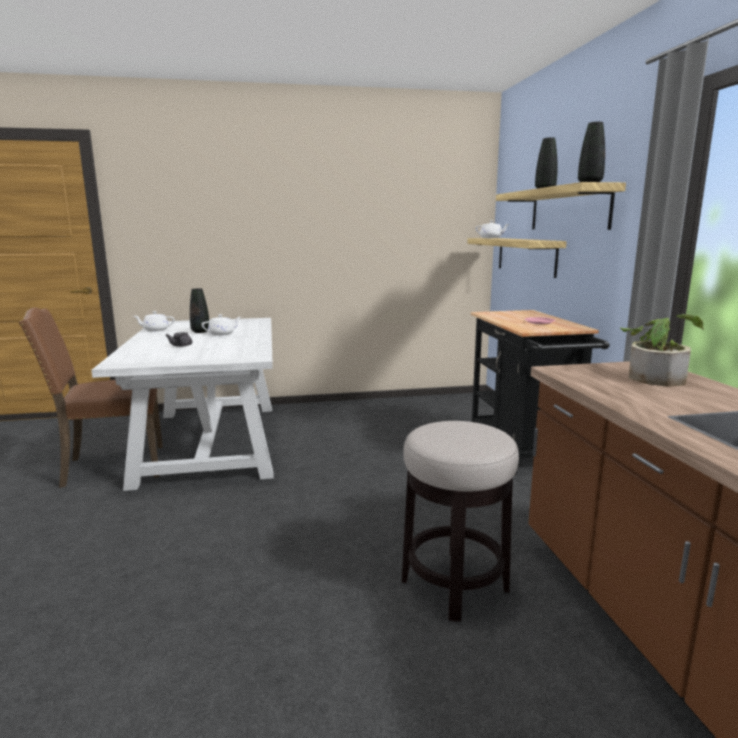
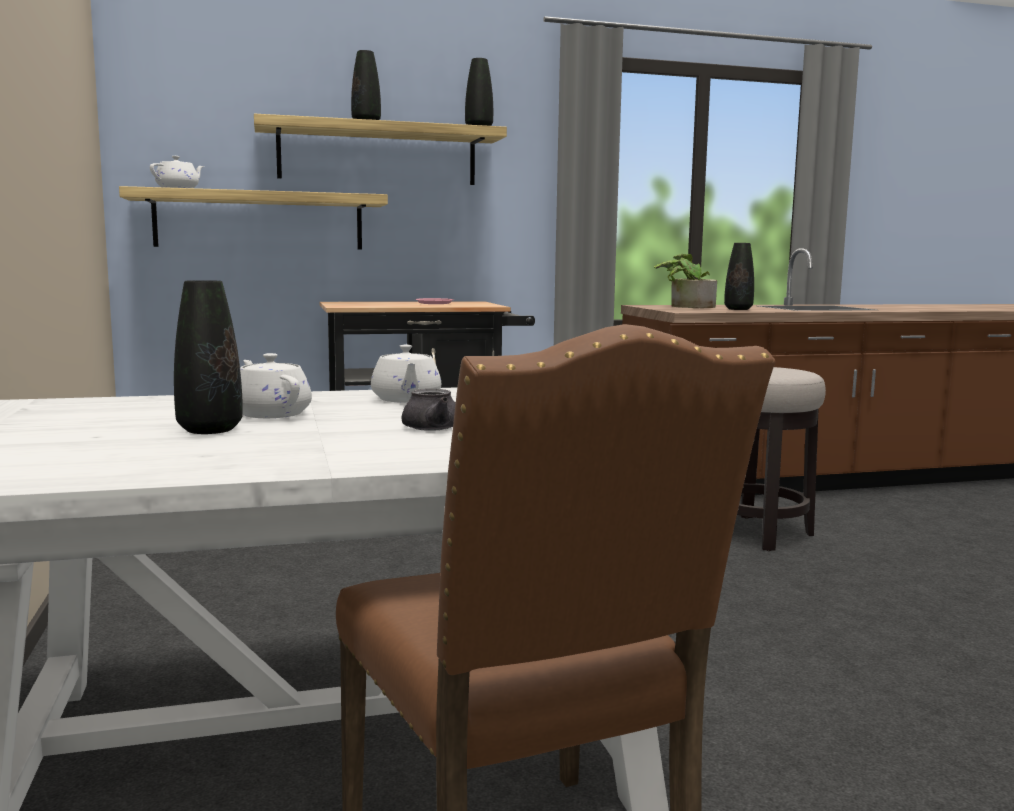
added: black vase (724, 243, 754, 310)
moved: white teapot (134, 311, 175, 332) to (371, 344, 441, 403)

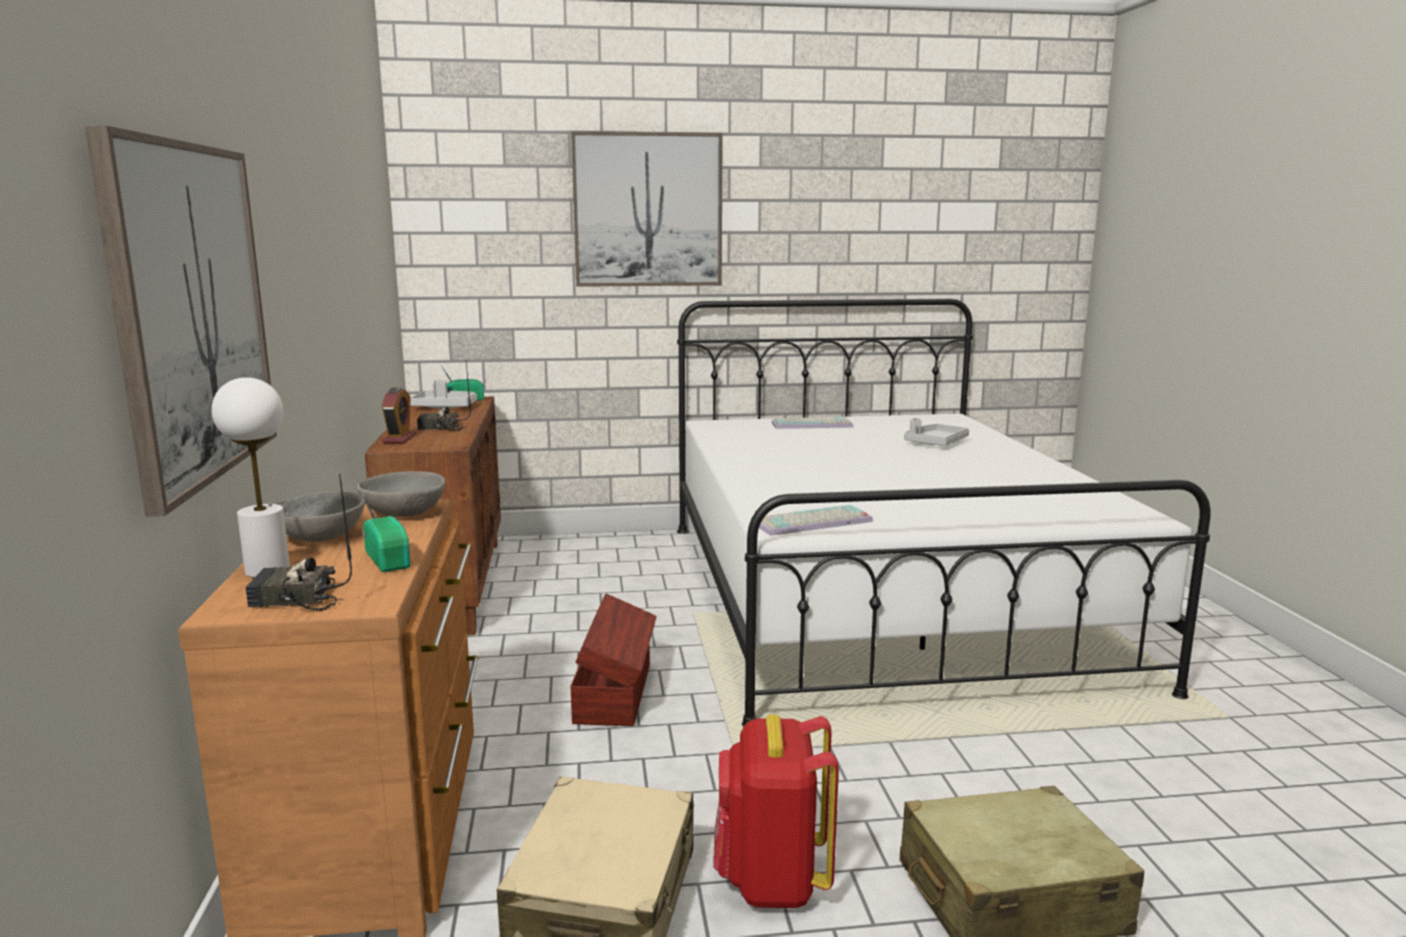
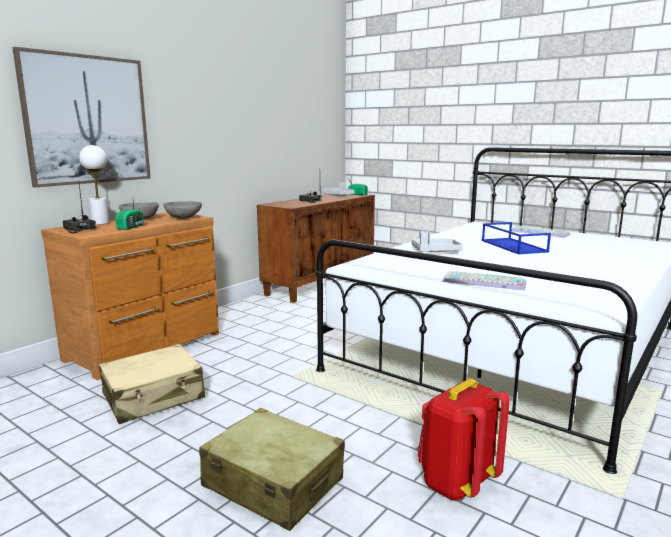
removed: alarm clock (382, 387, 416, 443); brown storage box (570, 594, 657, 726); picture (571, 131, 723, 287)
added: blue tray (482, 222, 551, 254)
moved: grey tray (904, 418, 969, 446) to (411, 231, 463, 252); red backpack (713, 714, 839, 908) to (418, 379, 510, 500); keyboard (759, 505, 873, 536) to (442, 271, 526, 290)

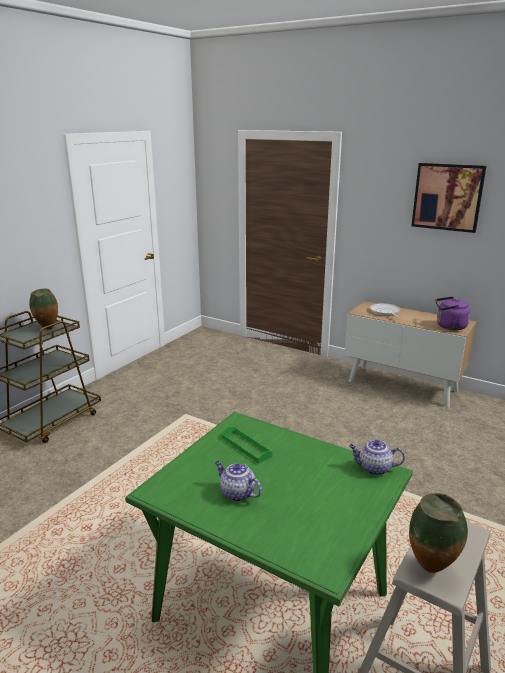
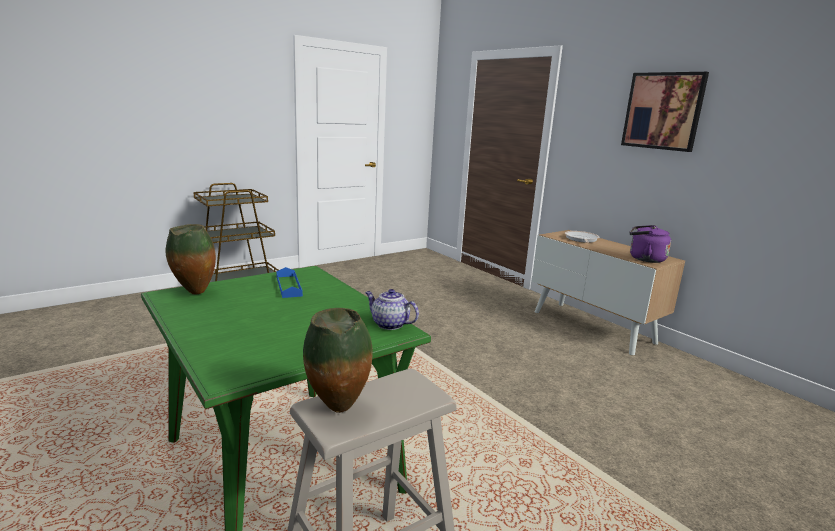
removed: teapot (215, 461, 262, 502)
moved: vase (29, 289, 58, 330) to (166, 224, 216, 294)
recoloured: green tray (222, 427, 273, 464) to blue tray (276, 267, 303, 298)

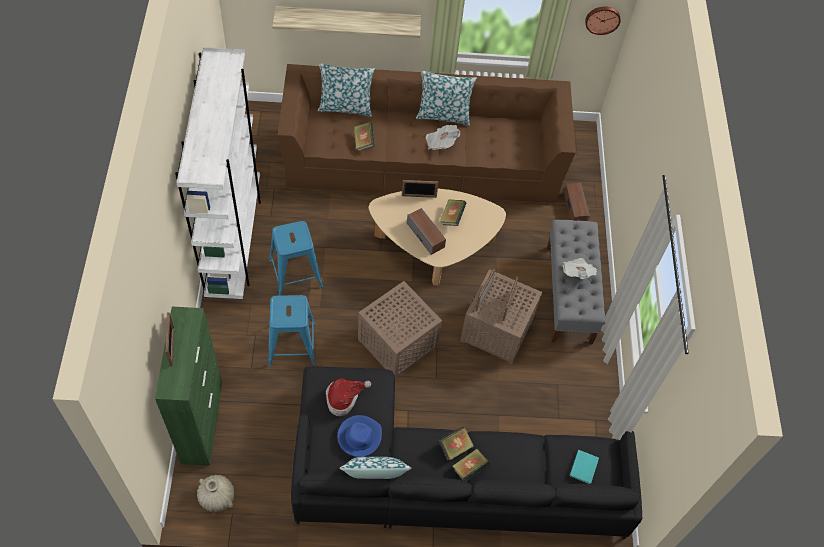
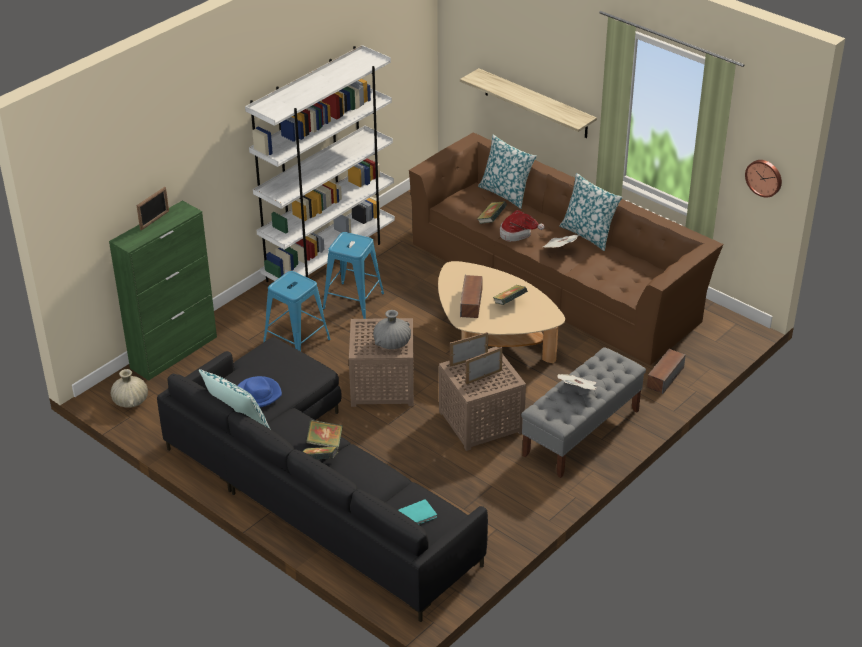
removed: picture frame (402, 180, 439, 198)
added: grey vase (373, 310, 411, 349)
moved: hat (326, 379, 371, 416) to (500, 210, 545, 242)

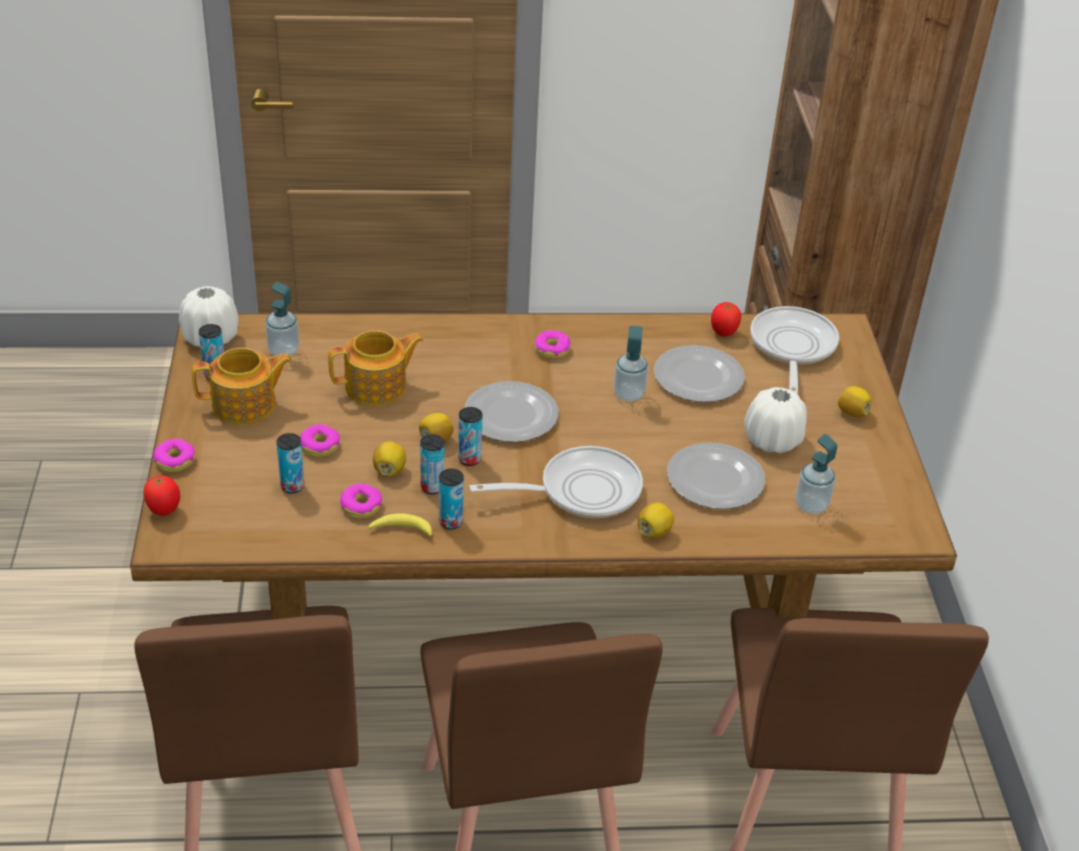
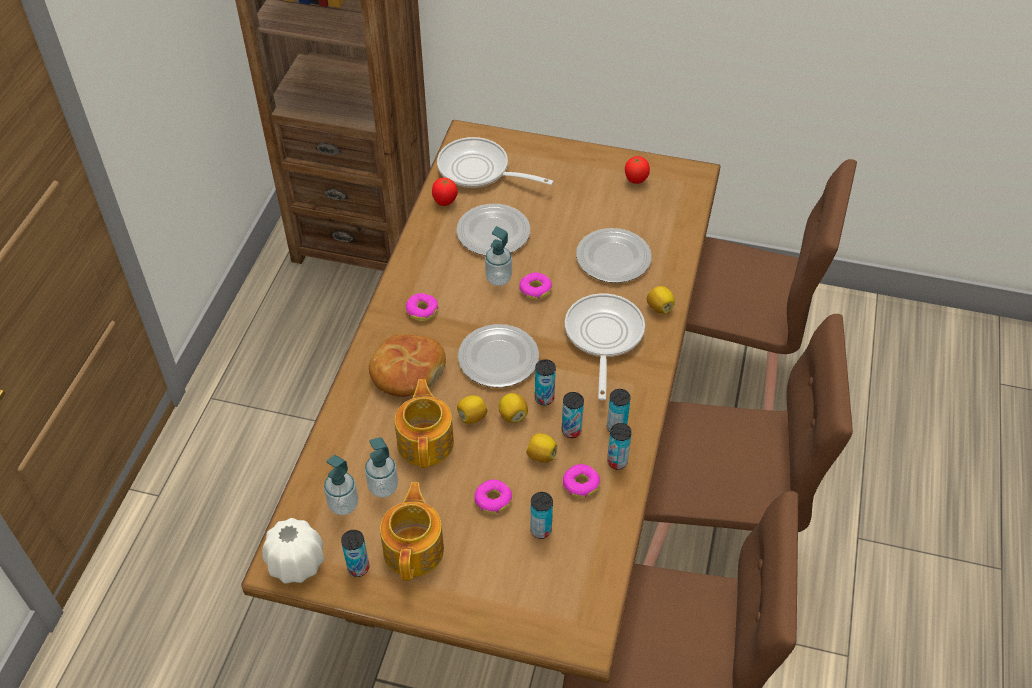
removed: white vase (744, 387, 807, 453)
added: bread (369, 334, 446, 397)
moved: soap dispenser (796, 434, 837, 514) to (365, 438, 398, 498); lemon (838, 386, 872, 417) to (457, 395, 488, 424); donut (153, 439, 195, 472) to (519, 273, 552, 300); tomato (143, 476, 180, 516) to (625, 156, 650, 184)
replaced: banana (368, 513, 433, 539) to can (607, 423, 632, 469)

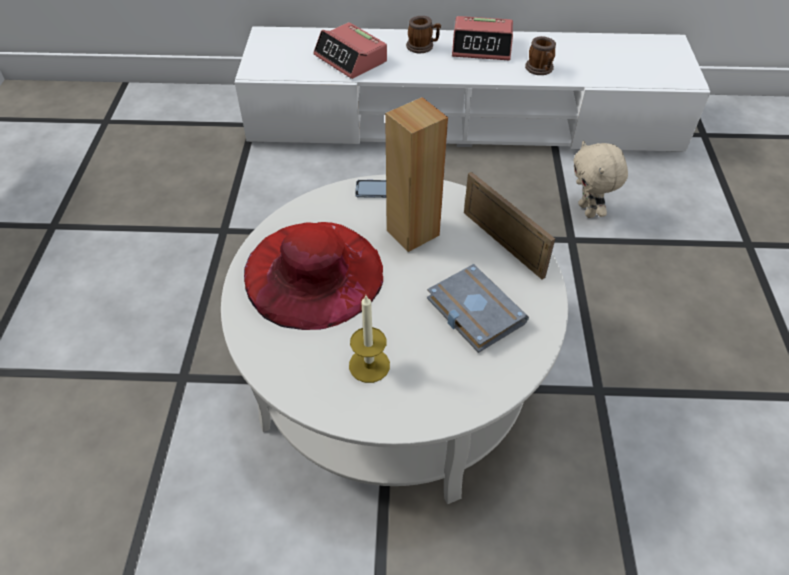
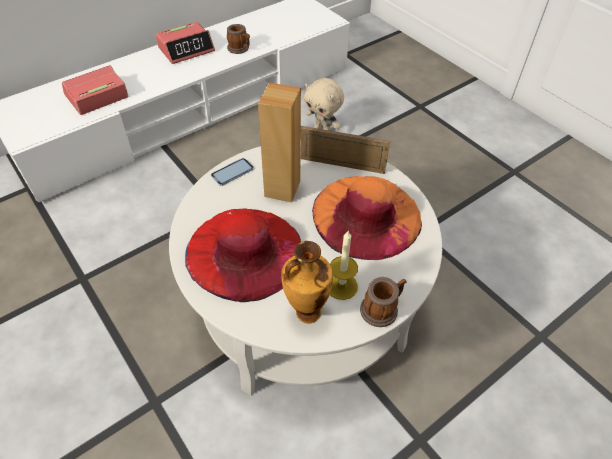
added: vase (281, 241, 333, 323)
moved: mug (406, 16, 441, 54) to (360, 277, 407, 327)
replaced: grey book (427, 264, 529, 353) to orange hat (312, 176, 422, 260)
turned: alarm clock (313, 22, 387, 79) = (62, 65, 129, 115) 135 degrees clockwise

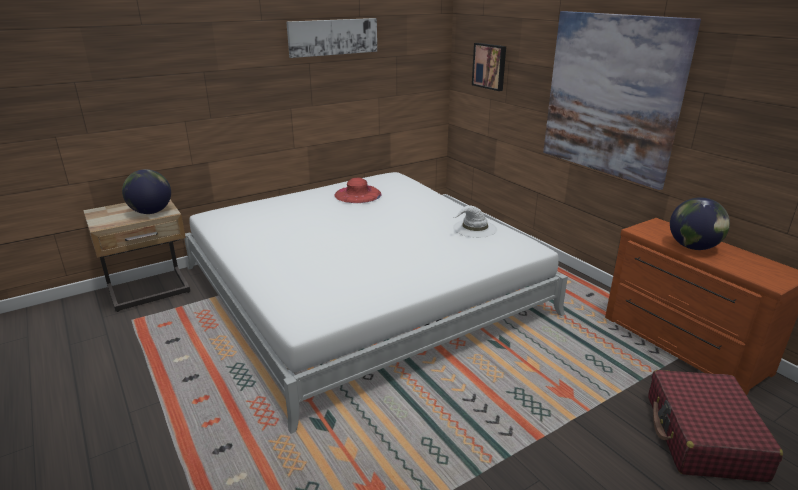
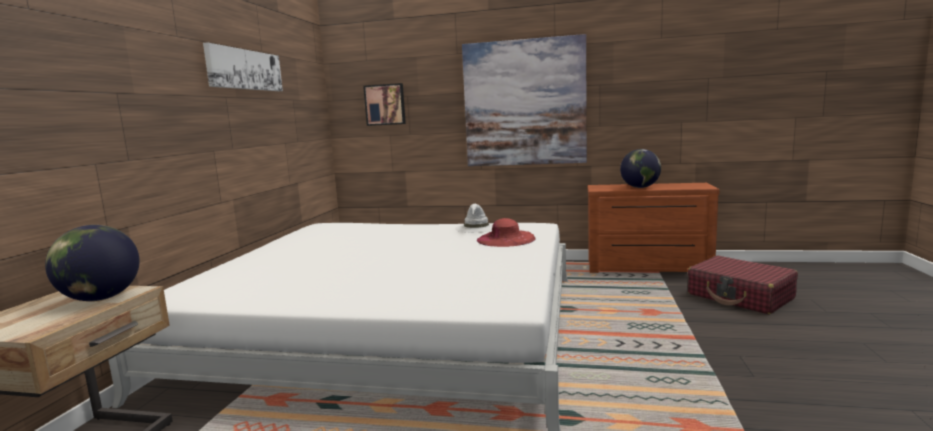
moved: red hat (334, 177, 382, 203) to (477, 218, 535, 247)

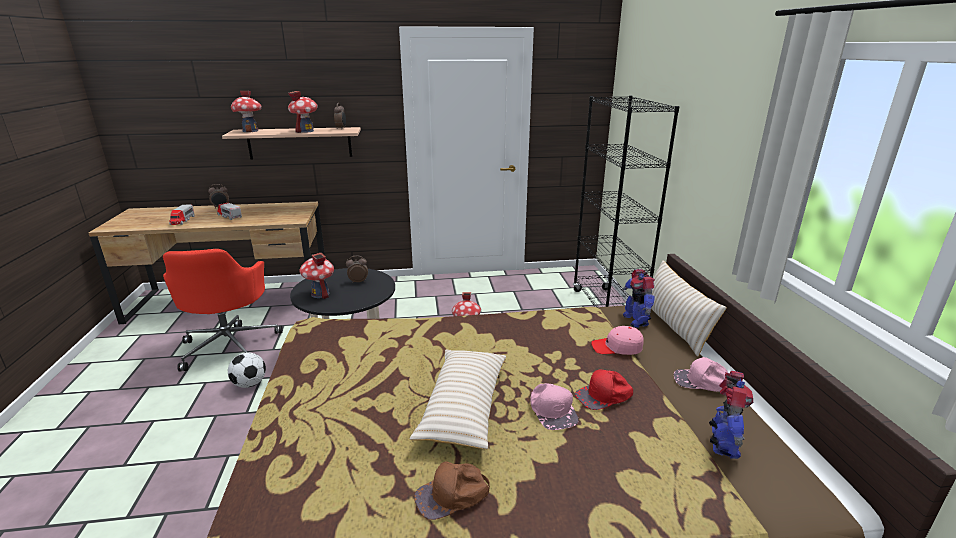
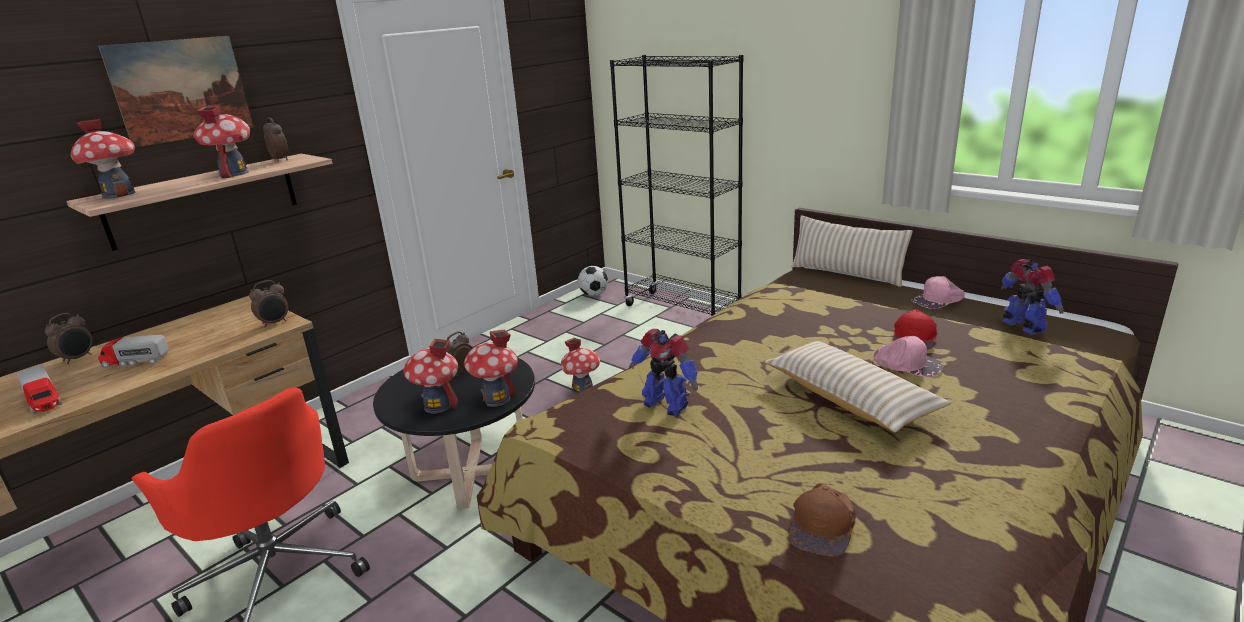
removed: pink cap (591, 326, 644, 355)
added: picture (98, 36, 254, 148); alarm clock (249, 280, 289, 327); toy house (464, 330, 518, 407)
moved: football (228, 352, 266, 388) to (578, 266, 608, 296); toy robot (623, 269, 655, 328) to (629, 329, 698, 416); brown cap (414, 461, 490, 520) to (789, 483, 856, 557)

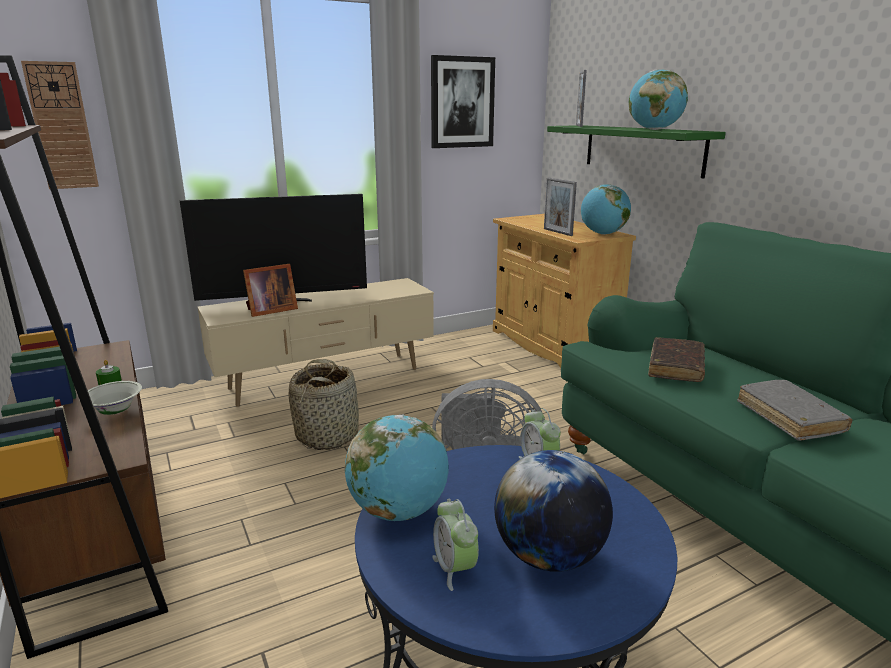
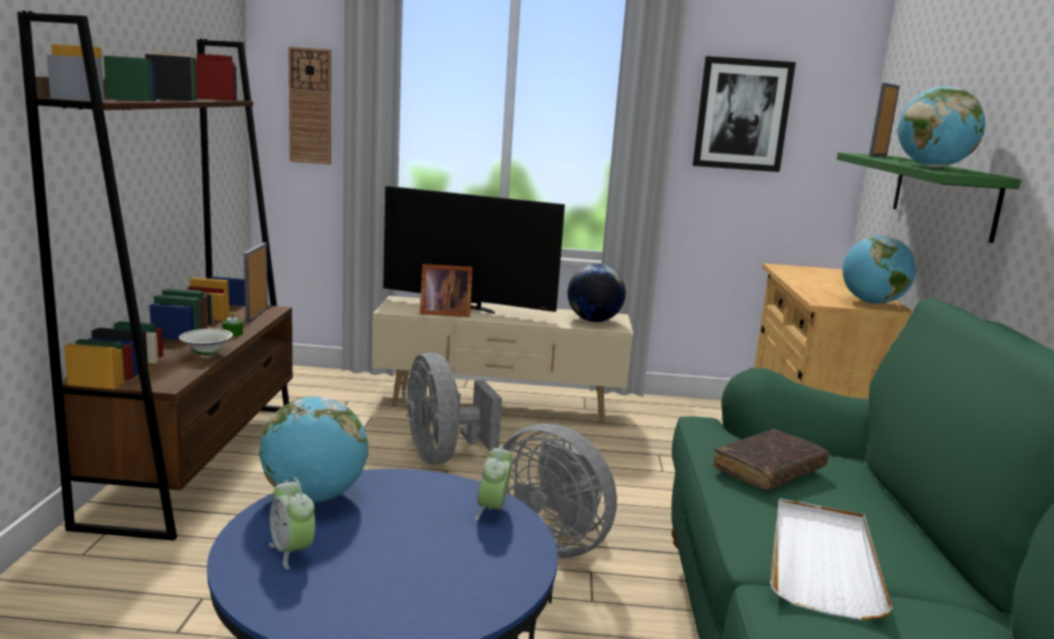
moved: picture frame (544, 178, 577, 236) to (244, 243, 268, 323); globe (494, 450, 613, 572) to (568, 264, 626, 322)
replaced: basket (289, 359, 359, 450) to grey fan (406, 352, 502, 464); grey book (737, 380, 852, 441) to white tray (770, 498, 893, 620)
turned: alarm clock (432, 499, 479, 591) = (269, 477, 315, 569) 45 degrees counterclockwise

